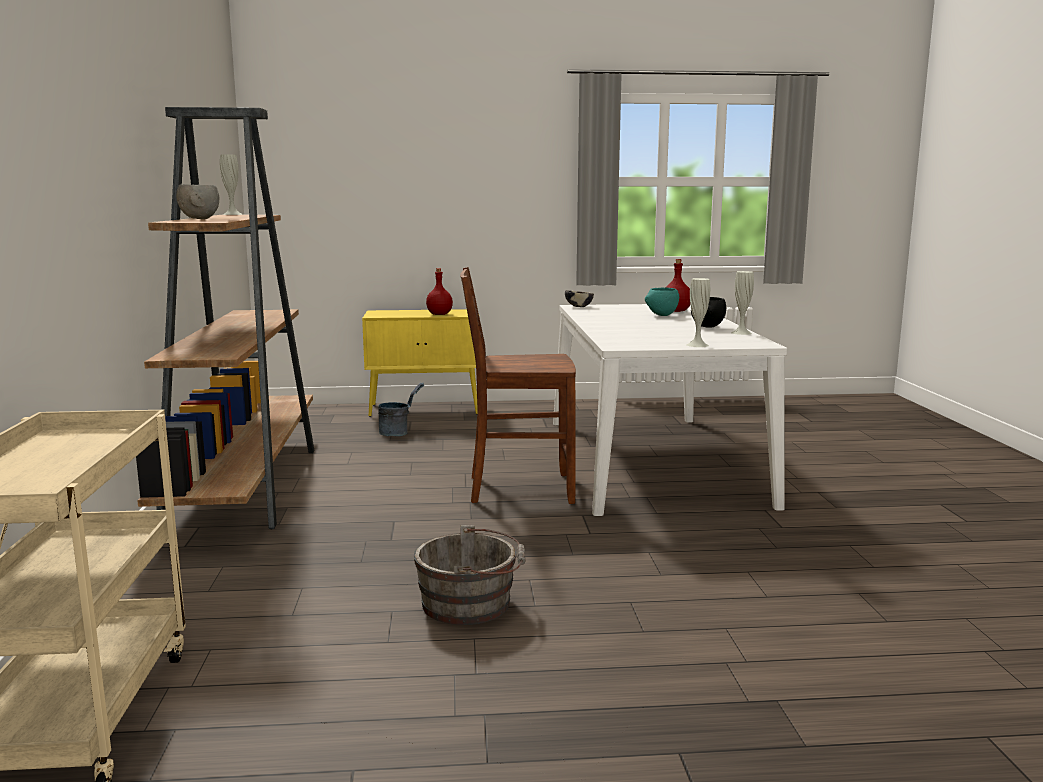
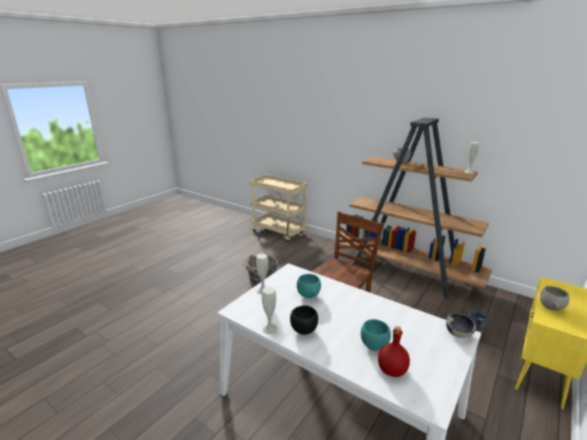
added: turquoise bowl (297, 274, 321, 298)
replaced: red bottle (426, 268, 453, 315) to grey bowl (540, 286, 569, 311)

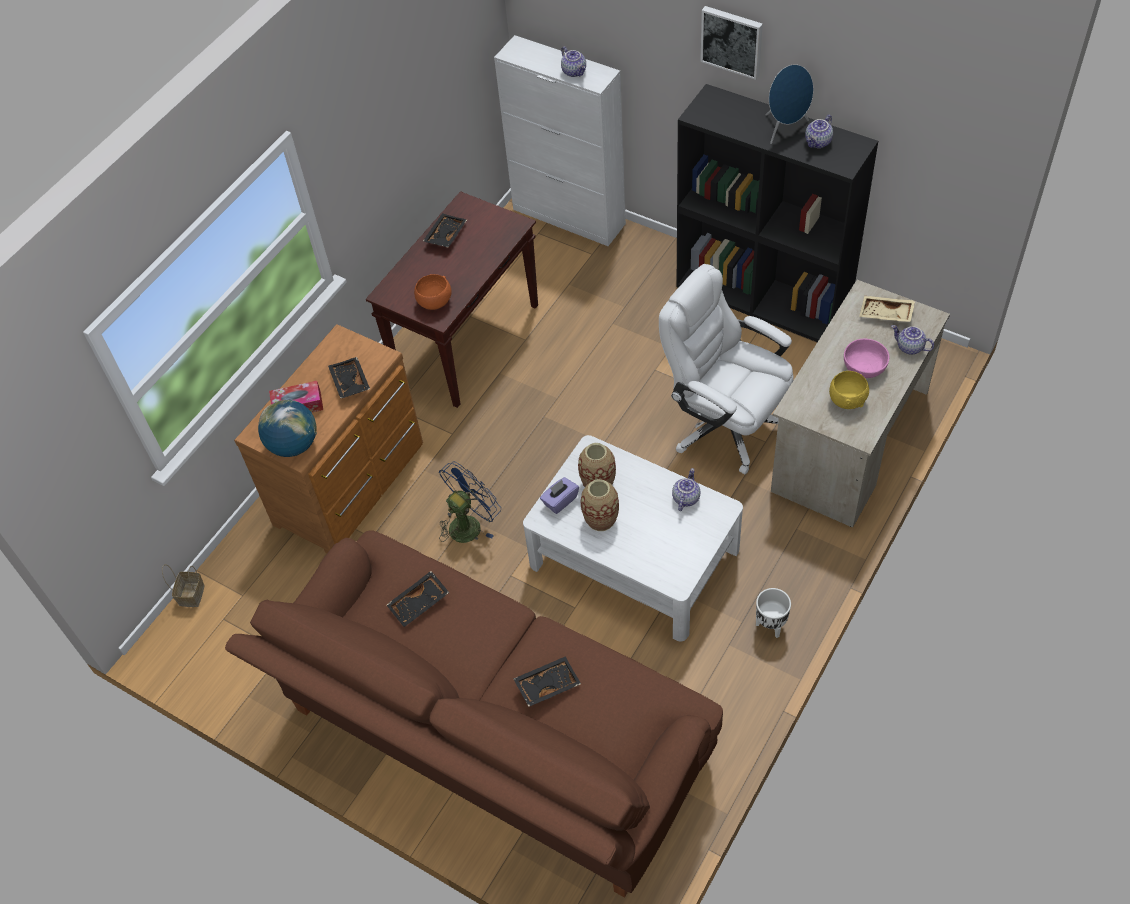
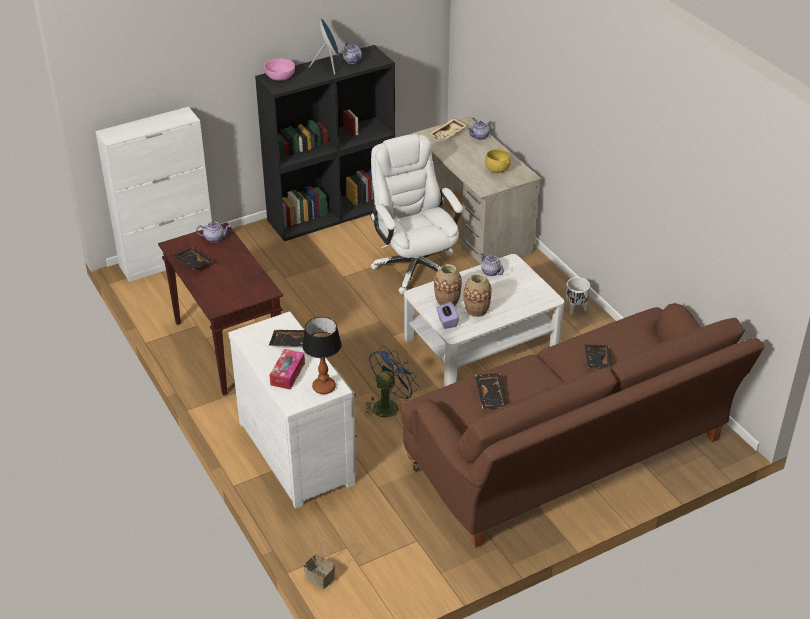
removed: orange bowl (414, 274, 452, 310); picture (700, 6, 763, 80)
moved: teapot (561, 47, 586, 77) to (196, 222, 230, 243); pink bowl (844, 339, 889, 378) to (264, 59, 295, 81)
replaced: globe (258, 400, 317, 457) to table lamp (302, 317, 342, 394)
recoloured: brown dresser (234, 324, 423, 553) to white dresser (228, 311, 357, 509)
turned: blue fan (439, 462, 501, 543) = (365, 346, 419, 418) 60 degrees clockwise; white office chair (659, 264, 794, 474) = (370, 134, 463, 295) 90 degrees clockwise

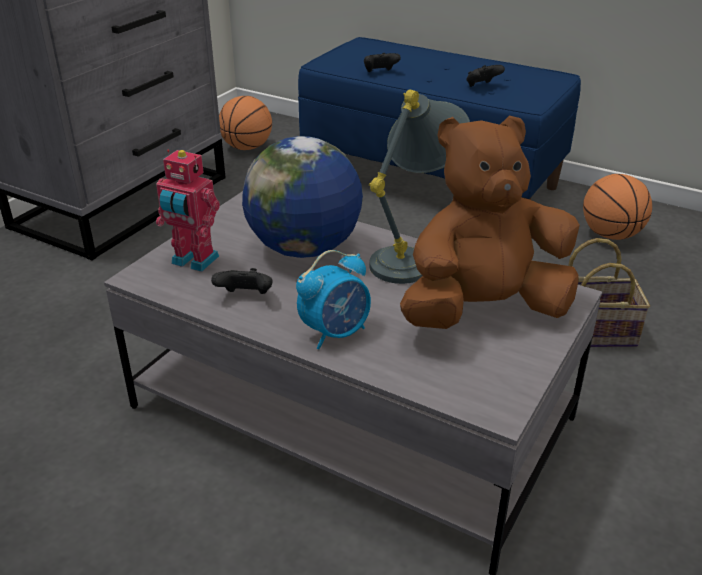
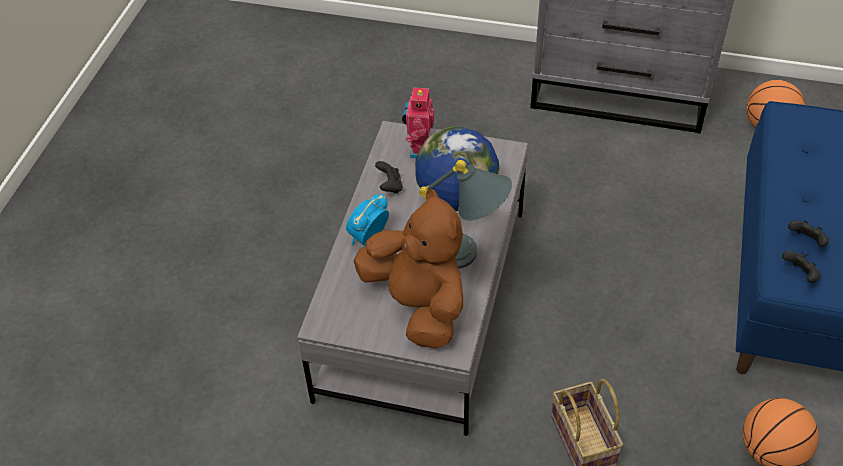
moved: black game controller (364, 53, 401, 72) to (782, 251, 821, 283)
turned: alarm clock (296, 250, 371, 350) = (346, 194, 389, 246) 90 degrees clockwise

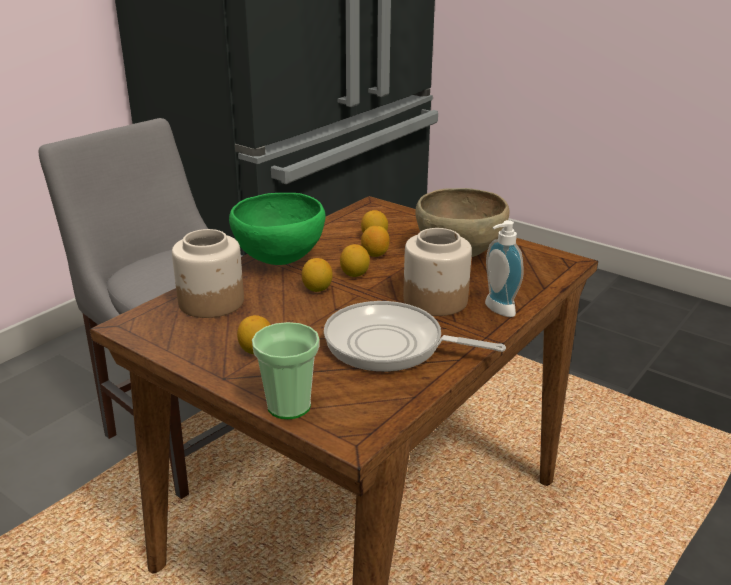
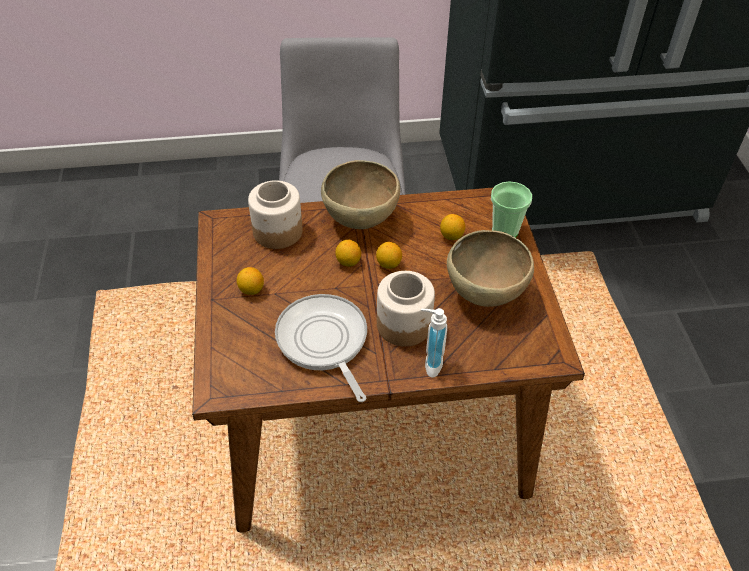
removed: lemon (361, 226, 390, 257)
moved: cup (252, 322, 320, 419) to (491, 181, 532, 238)
recoloured: green bowl (229, 193, 326, 265) to brown bowl (321, 160, 400, 229)

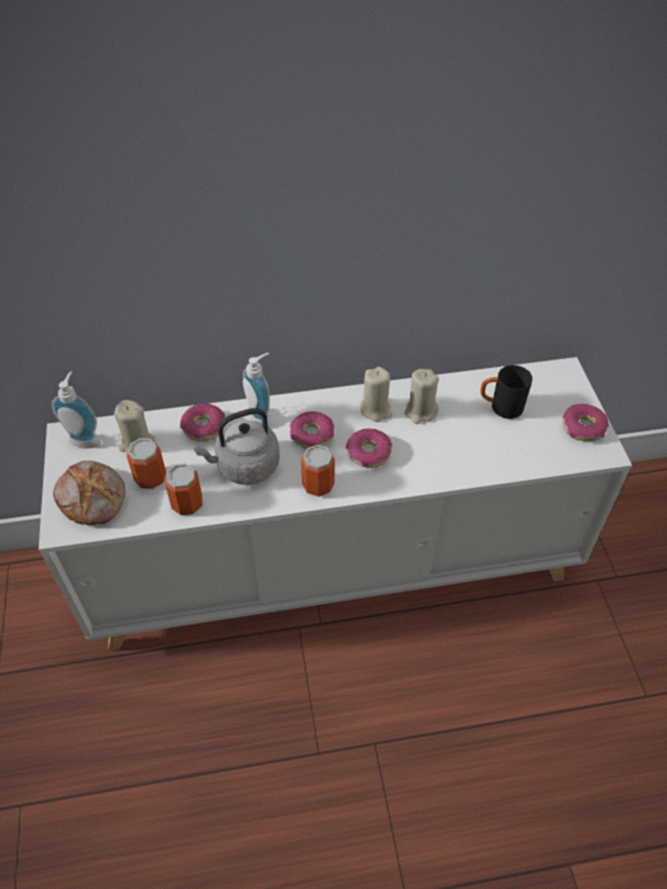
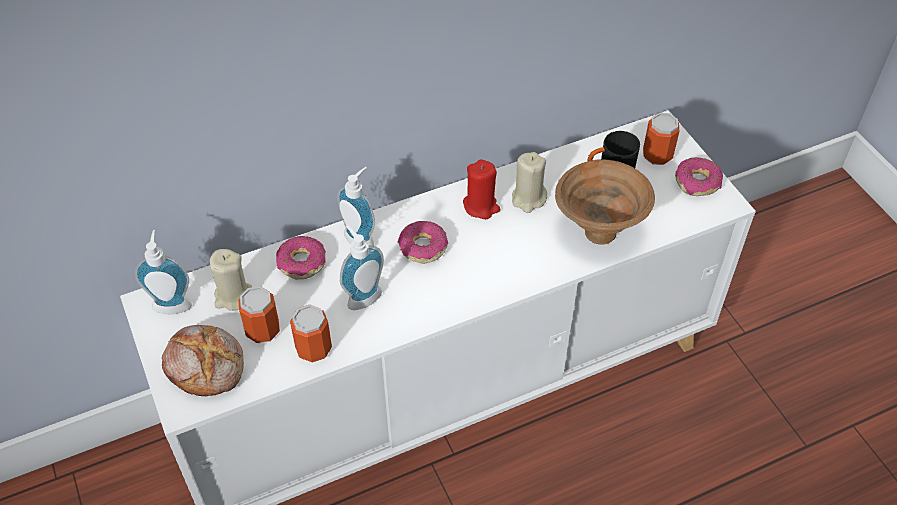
removed: donut (346, 429, 392, 468)
added: brown bowl (555, 159, 655, 245)
moved: can (301, 445, 335, 497) to (643, 113, 679, 165)
replaced: grey kettle (194, 408, 280, 485) to soap dispenser (340, 225, 384, 310)
recoloured: beige candle (361, 367, 392, 422) to red candle (463, 159, 500, 219)

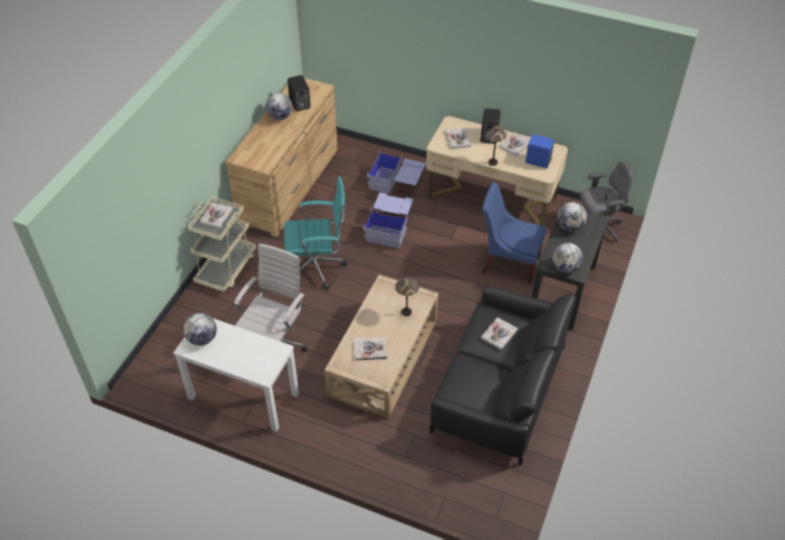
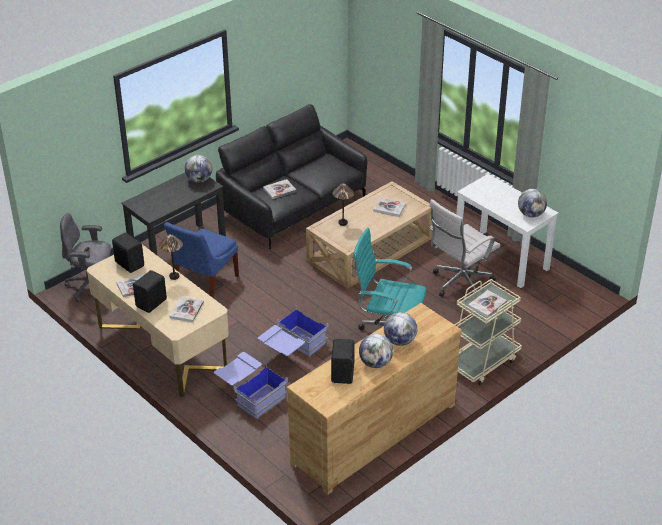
moved: globe (557, 202, 587, 232) to (384, 312, 417, 346)
recoloured: blue speaker (525, 134, 555, 168) to black speaker (112, 232, 144, 273)
turned: blue chair (482, 182, 546, 285) = (164, 222, 239, 298) 75 degrees clockwise

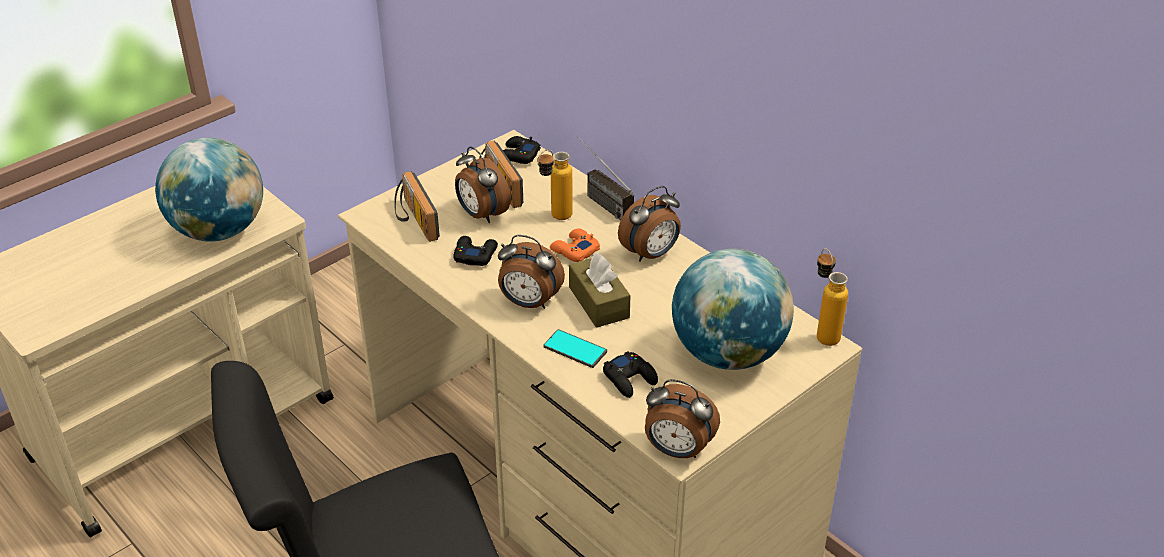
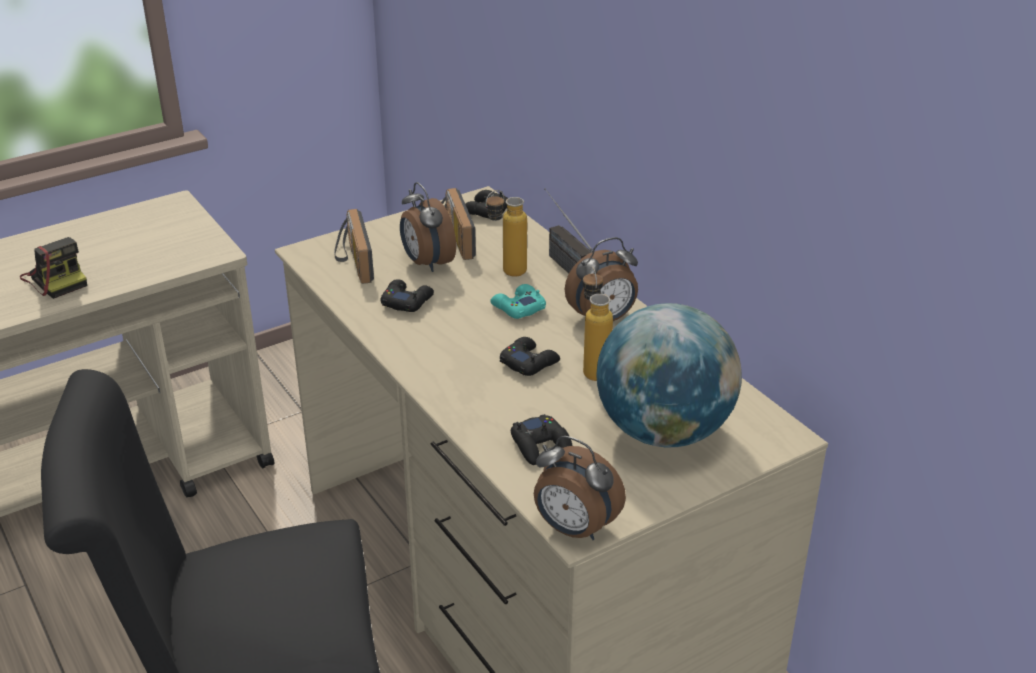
removed: globe (155, 138, 263, 242); alarm clock (498, 235, 565, 309); phone (543, 329, 607, 368)
added: photo camera (20, 237, 87, 299)
moved: bottle (817, 248, 848, 346) to (583, 267, 613, 381)
replaced: brown tissue box (569, 253, 631, 328) to black game controller (500, 337, 560, 376)
recoloured: orange game controller (550, 228, 600, 262) to turquoise game controller (490, 284, 546, 319)

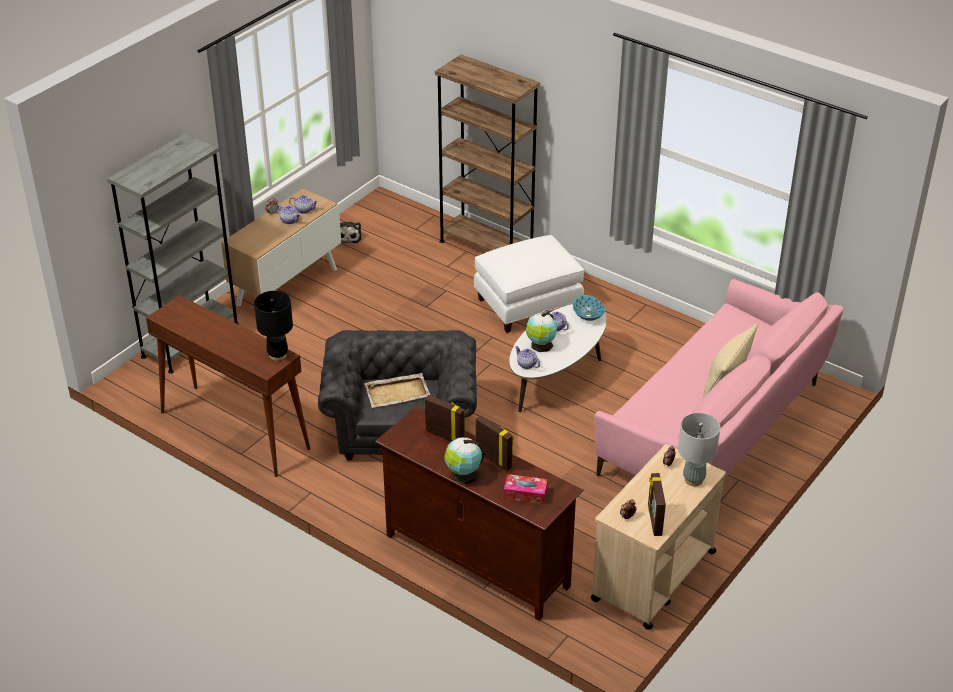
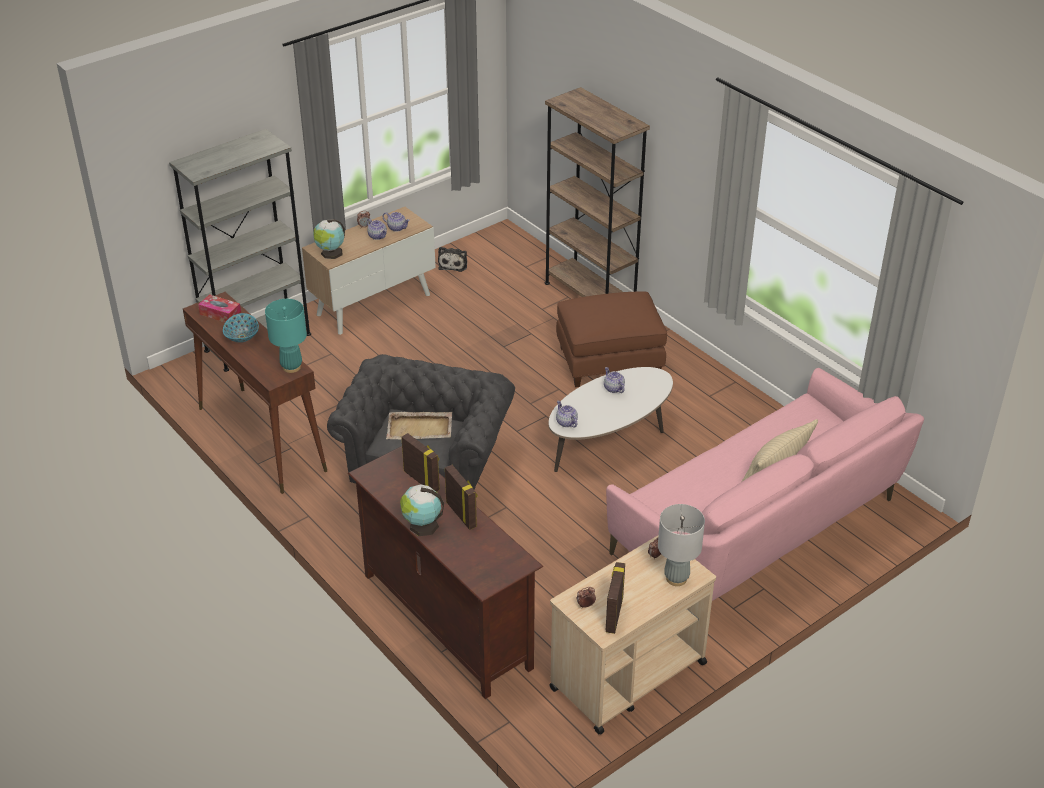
moved: tissue box (504, 474, 548, 504) to (198, 294, 241, 322); bowl (573, 295, 605, 321) to (223, 313, 259, 343); globe (526, 312, 557, 352) to (313, 219, 345, 259)
recoloured: black table lamp (254, 291, 293, 361) to turquoise table lamp (265, 299, 307, 373); white ottoman (474, 235, 584, 333) to brown ottoman (556, 291, 667, 387)

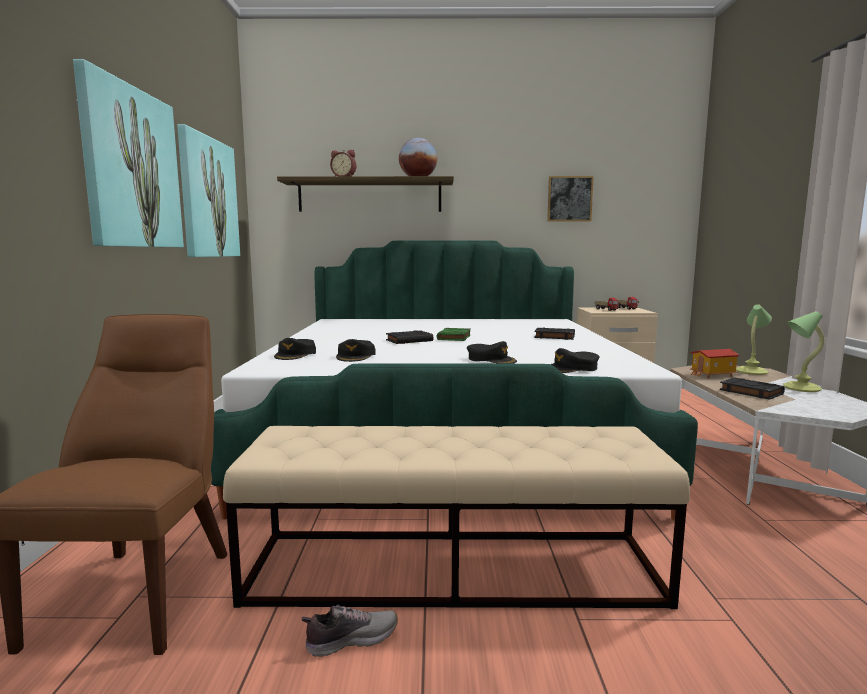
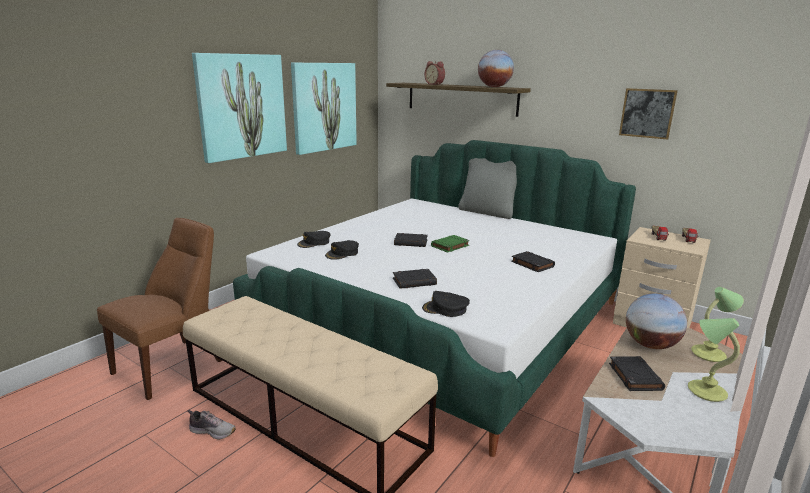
added: grey pillow (458, 158, 517, 219)
replaced: black cap (467, 341, 517, 364) to black book (393, 269, 437, 289); toy house (690, 349, 739, 378) to globe (626, 294, 687, 349)

